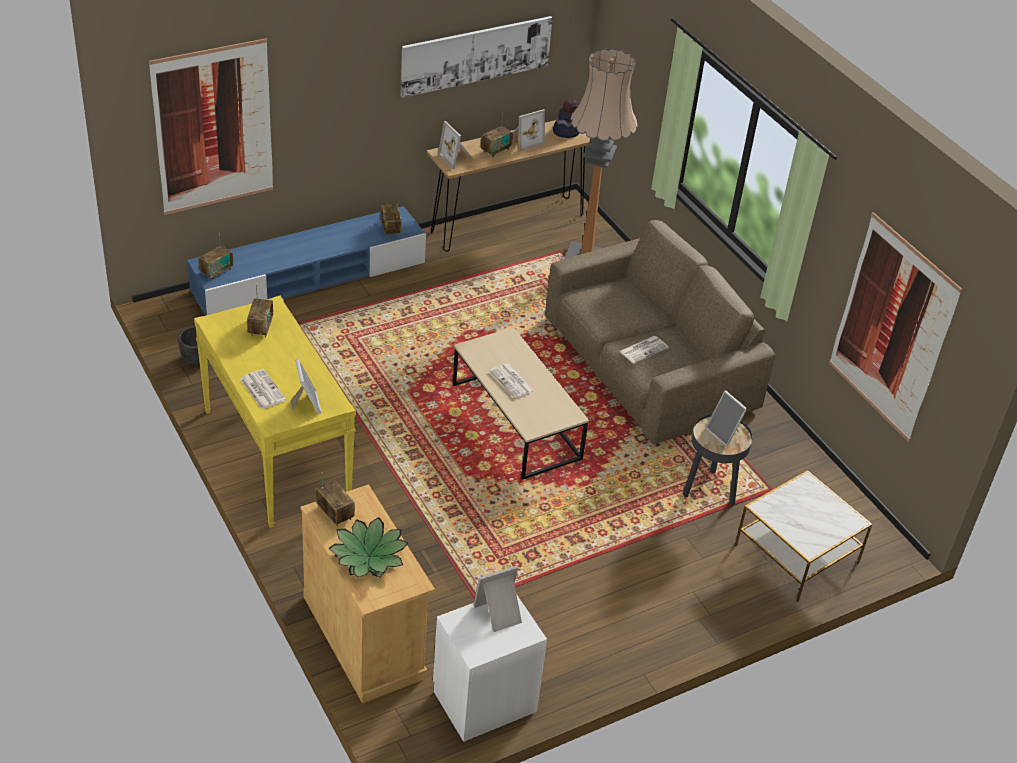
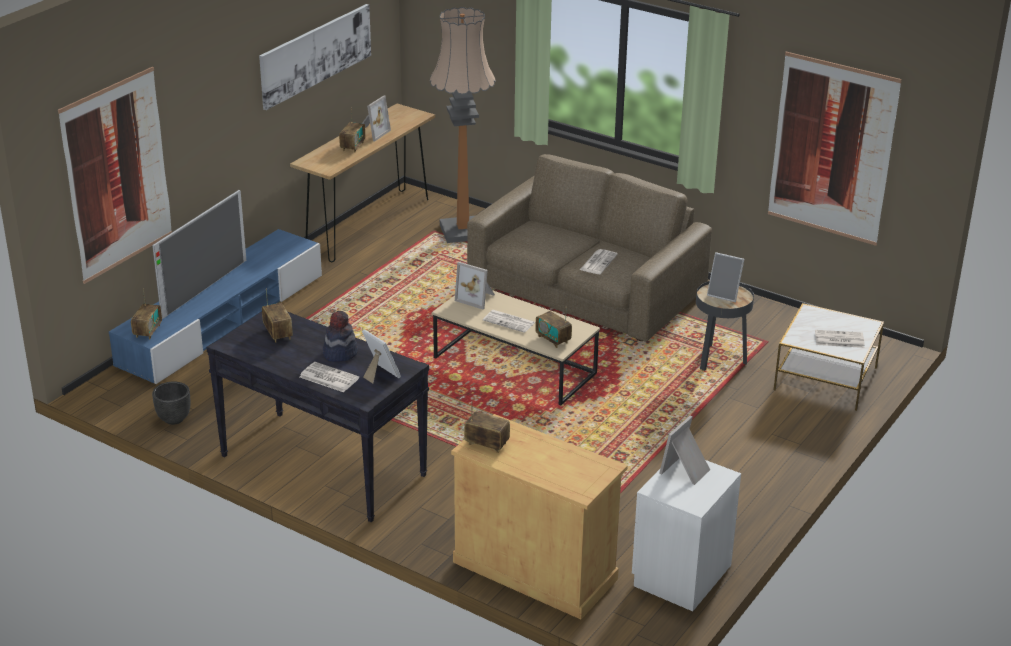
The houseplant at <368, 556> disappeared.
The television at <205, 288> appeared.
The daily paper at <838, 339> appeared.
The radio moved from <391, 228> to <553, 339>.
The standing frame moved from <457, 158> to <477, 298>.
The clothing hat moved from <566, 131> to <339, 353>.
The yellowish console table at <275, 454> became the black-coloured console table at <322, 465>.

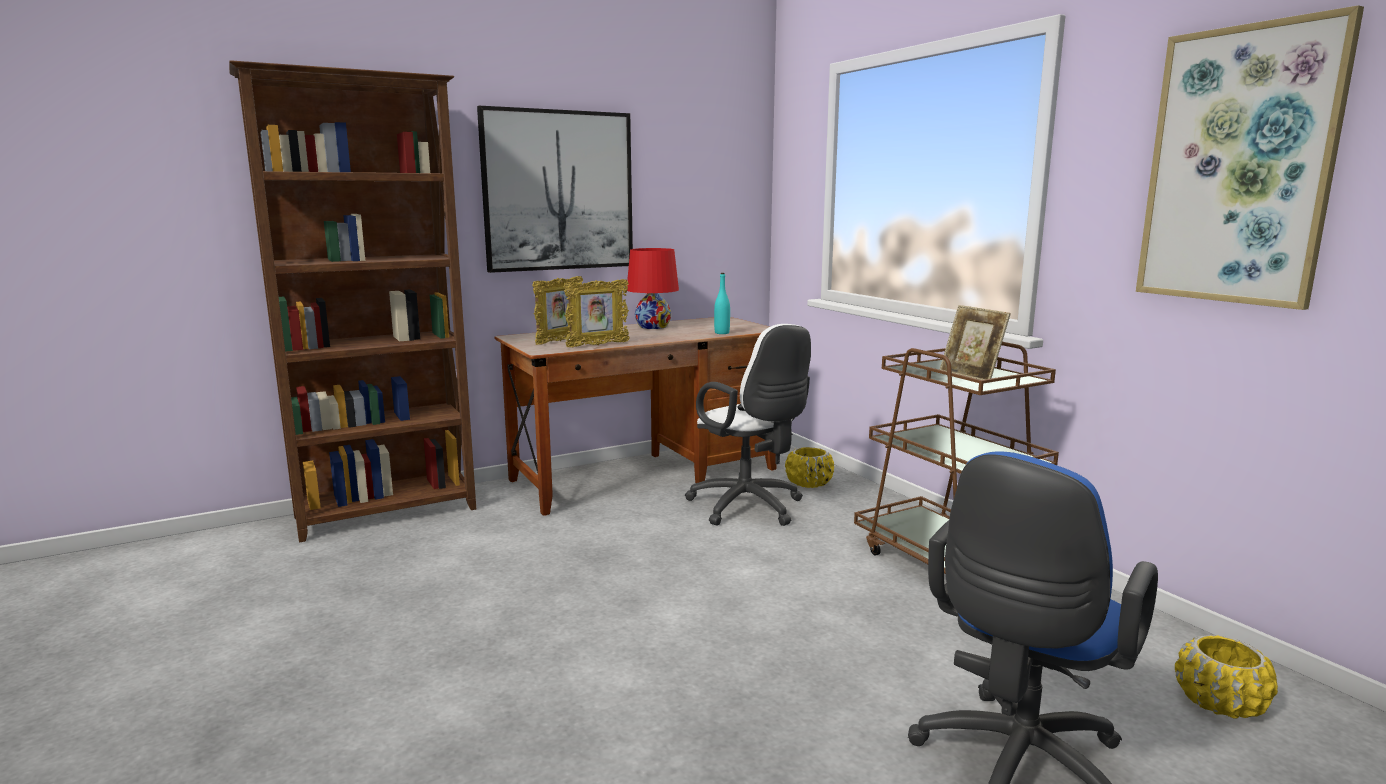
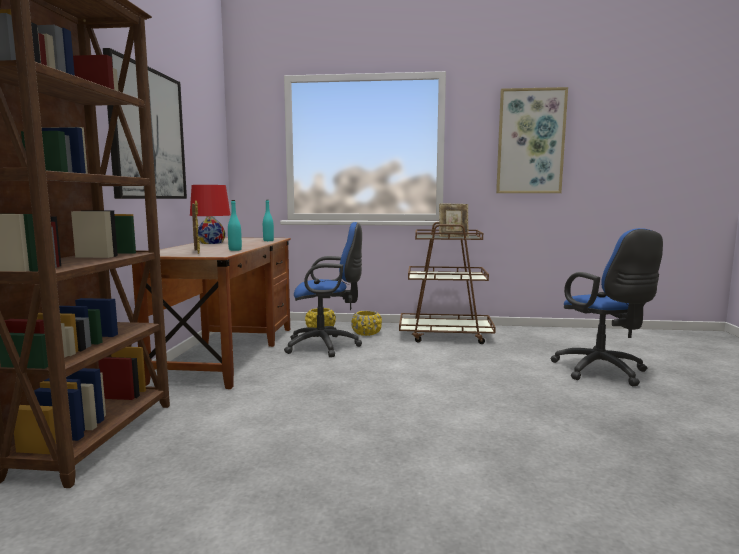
The yellowish flower pot moved from <1220, 703> to <366, 333>.
The standing frame at <597, 345> was replaced by the turquoise-coloured bottle at <235, 250>.
The whitish office chair at <750, 508> became the blue office chair at <326, 346>.

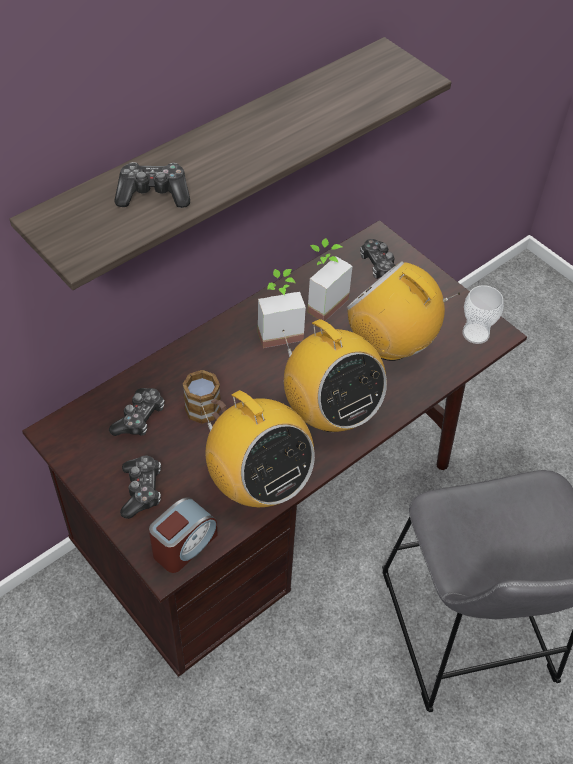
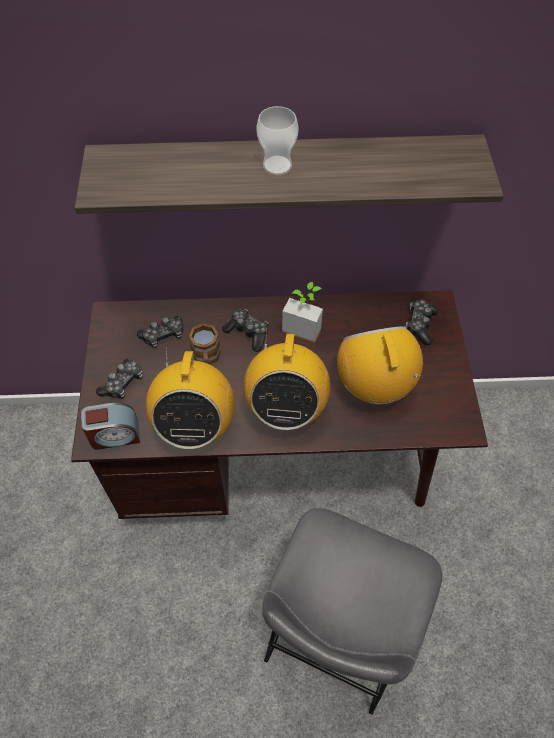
The houseplant at <321, 301> disappeared.
The game controller moved from <153, 194> to <248, 333>.
The cup moved from <475, 333> to <277, 165>.

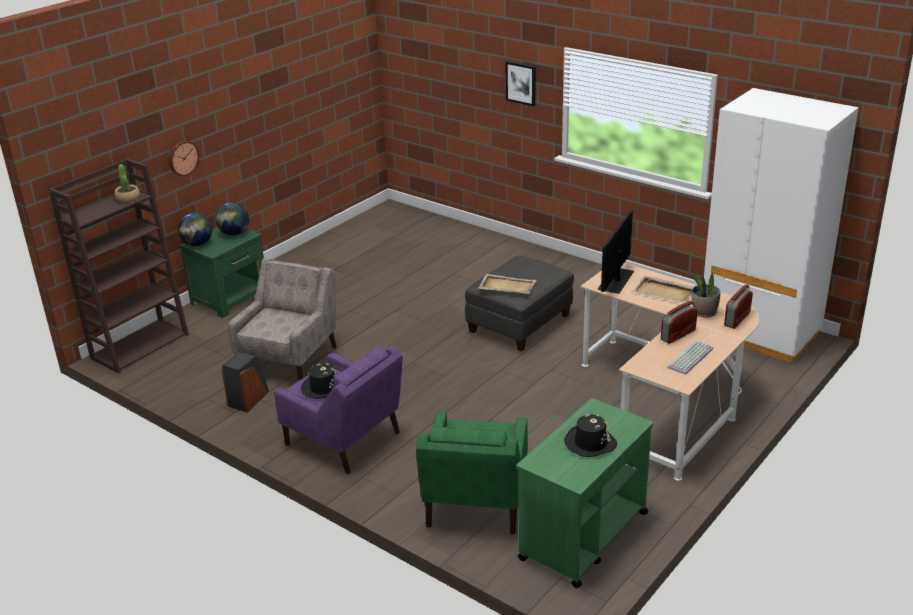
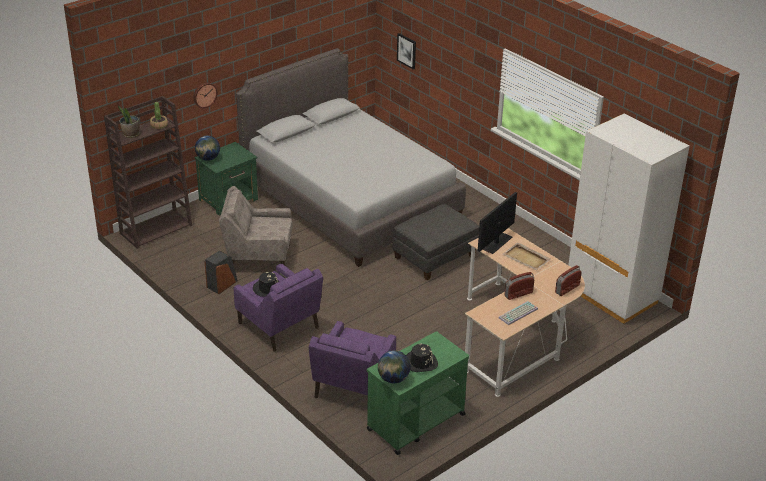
The beige tray at <506, 286> disappeared.
The grey sleeping bed at <350, 200> appeared.
The world globe moved from <234, 233> to <393, 379>.
The wall picture moved from <521, 83> to <407, 51>.
The houseplant moved from <704, 312> to <131, 134>.
The greenish armchair at <475, 501> became the purple-coloured armchair at <353, 386>.
The beige armchair at <289, 359> turned 120 degrees counterclockwise.

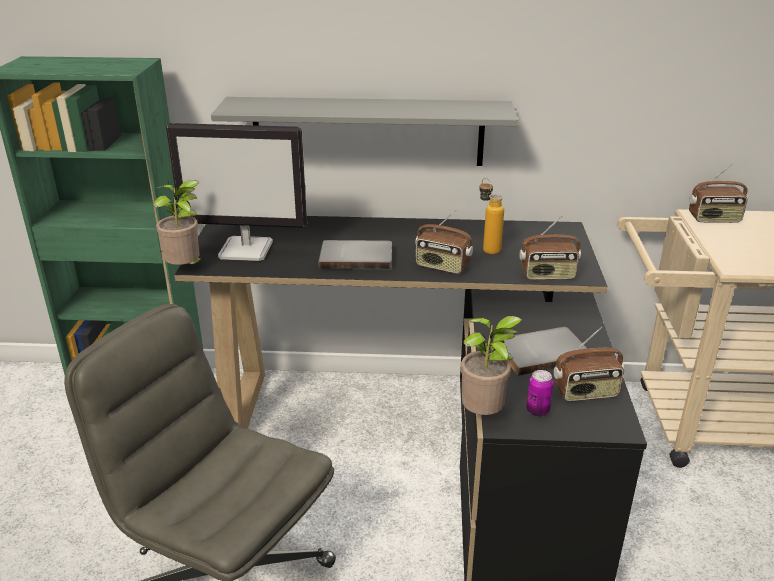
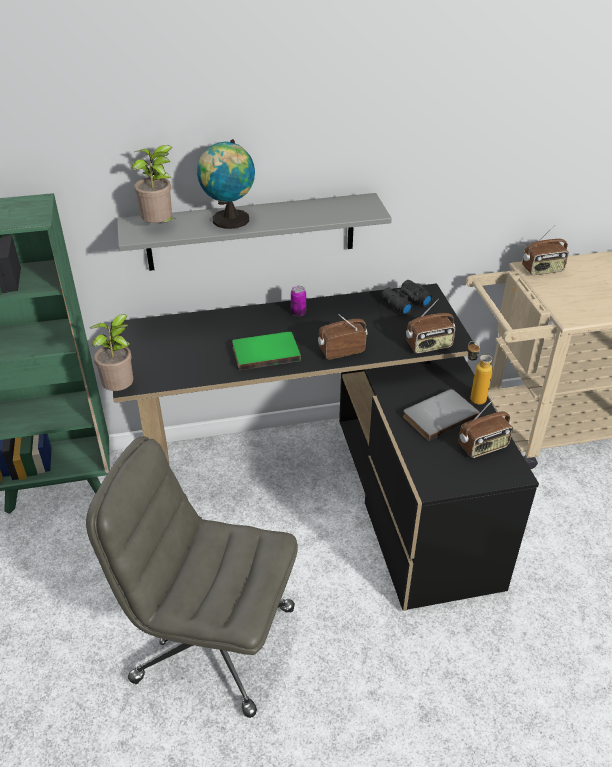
The computer display at <247, 250> disappeared.
The world globe at <229, 221> appeared.
The black-coloured pair of binoculars at <404, 303> appeared.
The houseplant moved from <485, 415> to <160, 227>.
The bottle moved from <487, 248> to <472, 397>.
The sealed can moved from <537, 411> to <298, 313>.
The grey book at <356, 257> became the greenish book at <265, 352>.
The radio at <442, 266> turned 150 degrees clockwise.

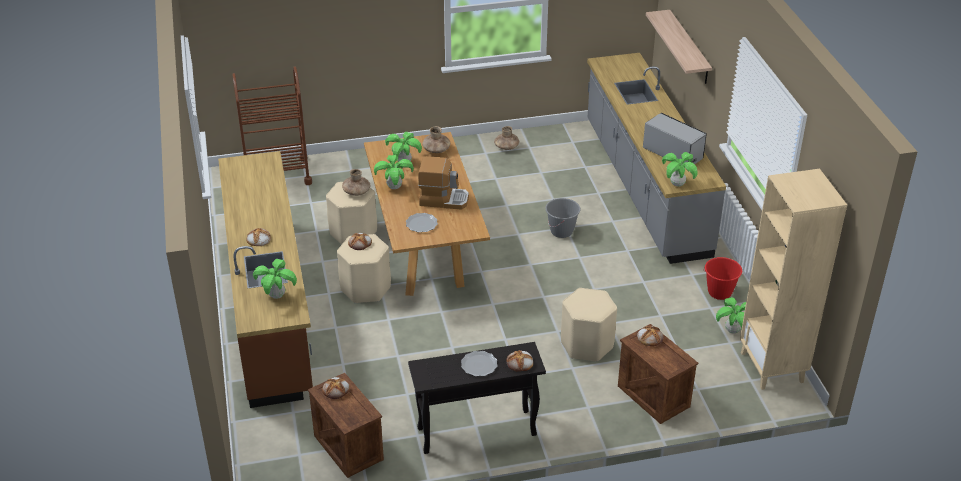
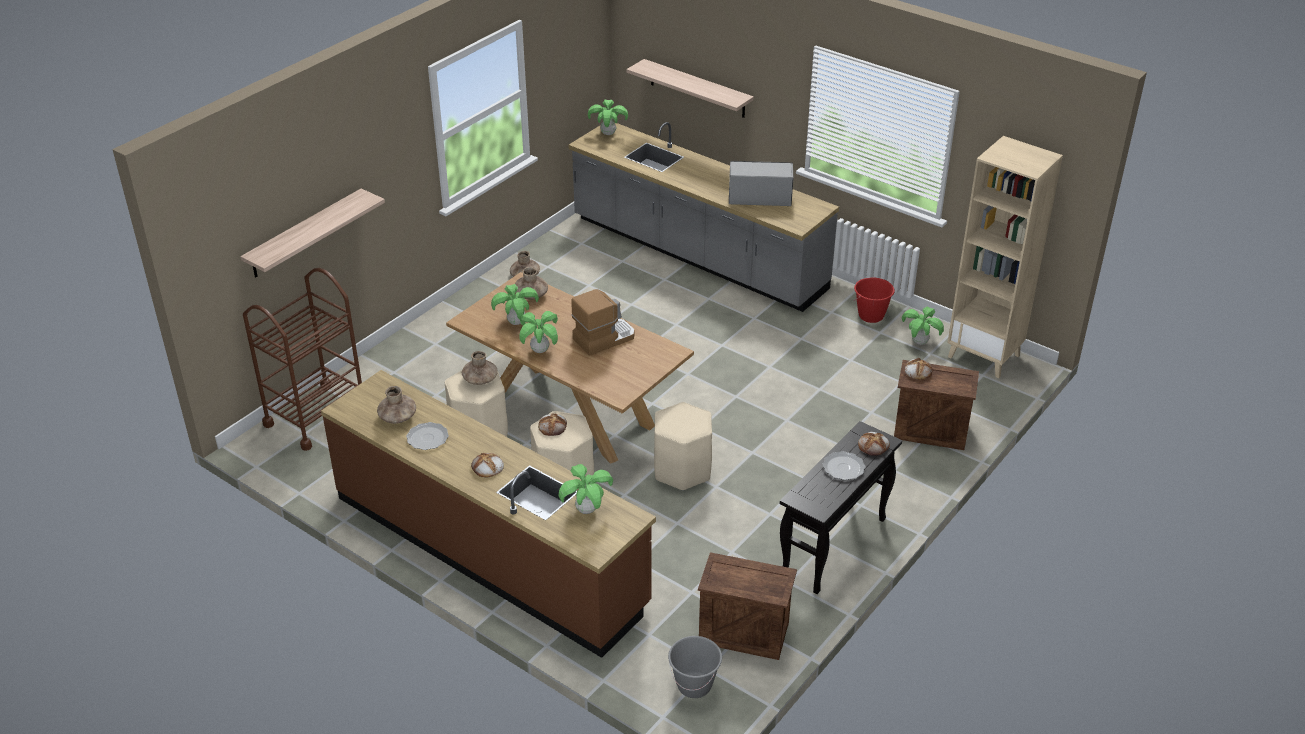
The bakery bread at <336, 389> disappeared.
The shelf at <305, 234> appeared.
The brown-coloured vase at <398, 417> appeared.
The dinner plate moved from <421, 224> to <427, 438>.
The grey water bucket moved from <561, 231> to <694, 685>.
The beige stool moved from <586, 345> to <682, 470>.
The houseplant moved from <677, 184> to <608, 134>.

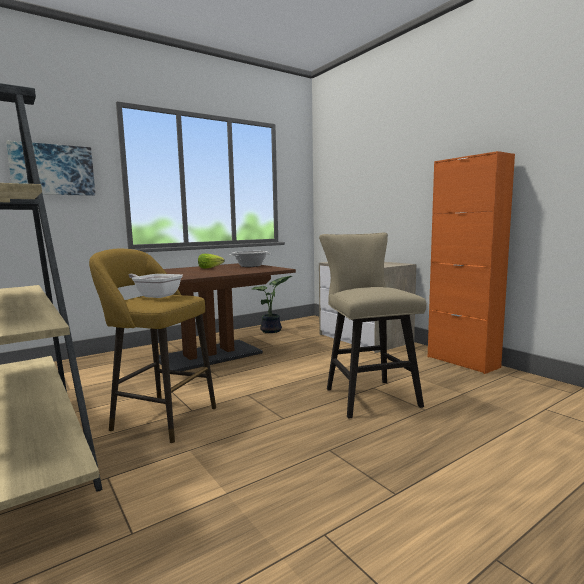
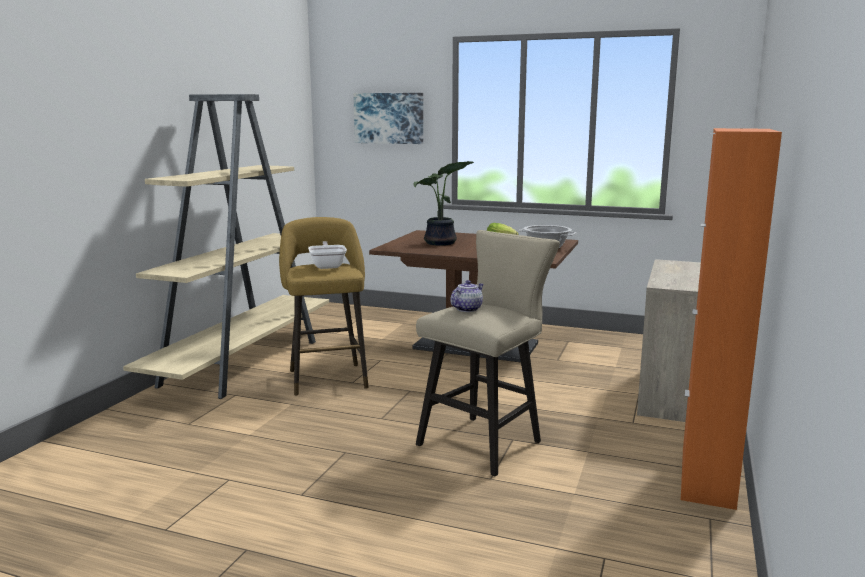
The teapot at <467, 309> appeared.
The houseplant moved from <272, 331> to <440, 243>.

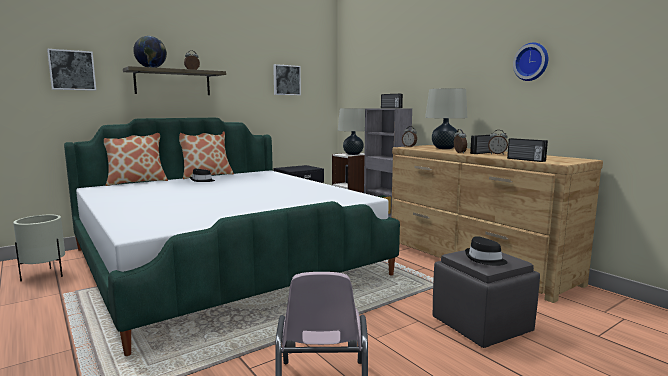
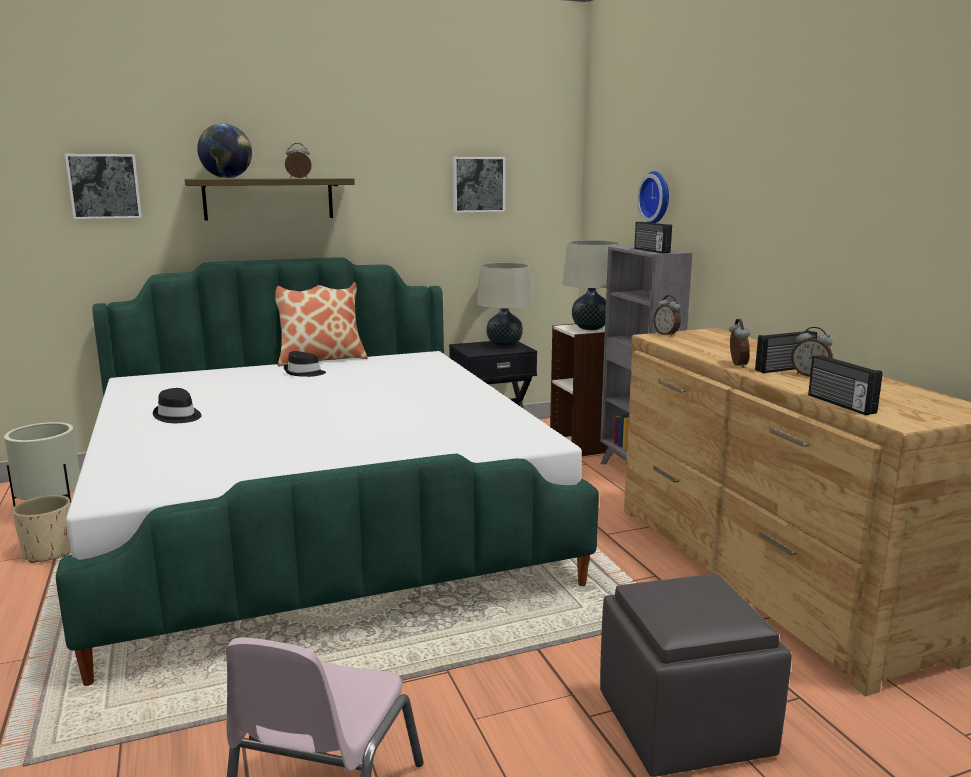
The throw pillow at <136, 182> disappeared.
The beige flower pot at <49, 553> appeared.
The beige lamp for a table moved from <444, 148> to <504, 345>.
The black-coloured clothing hat moved from <485, 259> to <178, 416>.
The clock on the wall moved from <532, 62> to <657, 197>.

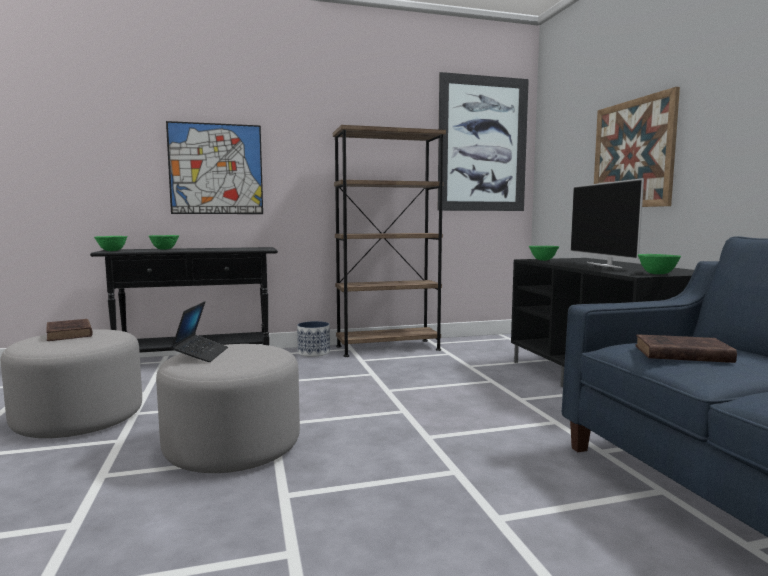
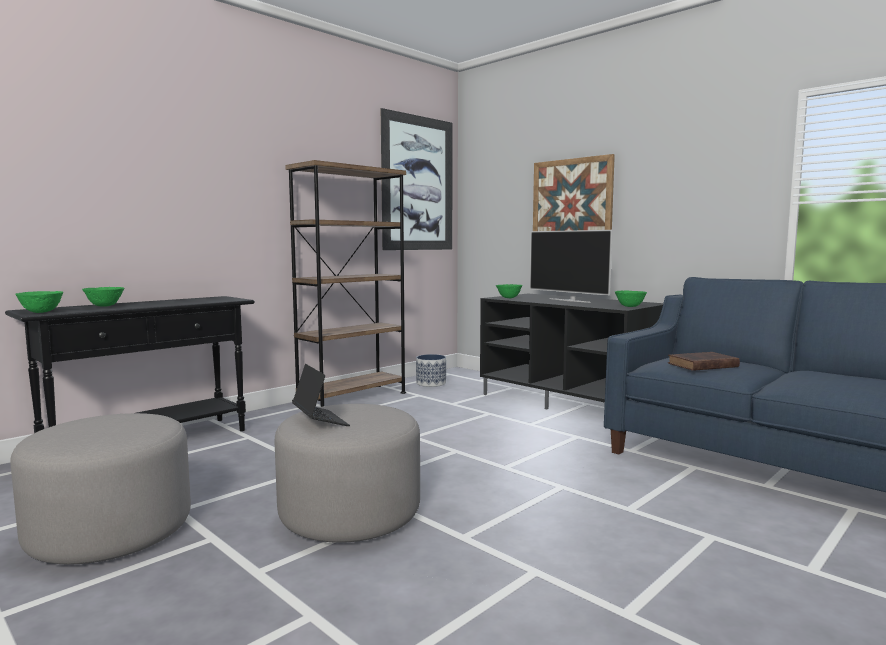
The brown-coloured book at <69, 334> disappeared.
The wall picture at <216, 169> disappeared.
The flower pot moved from <314, 352> to <431, 383>.

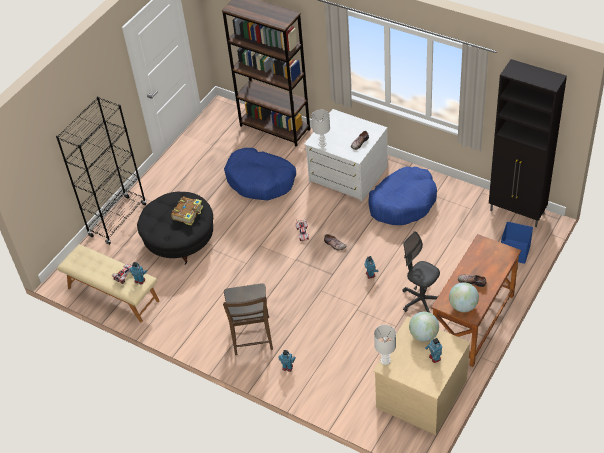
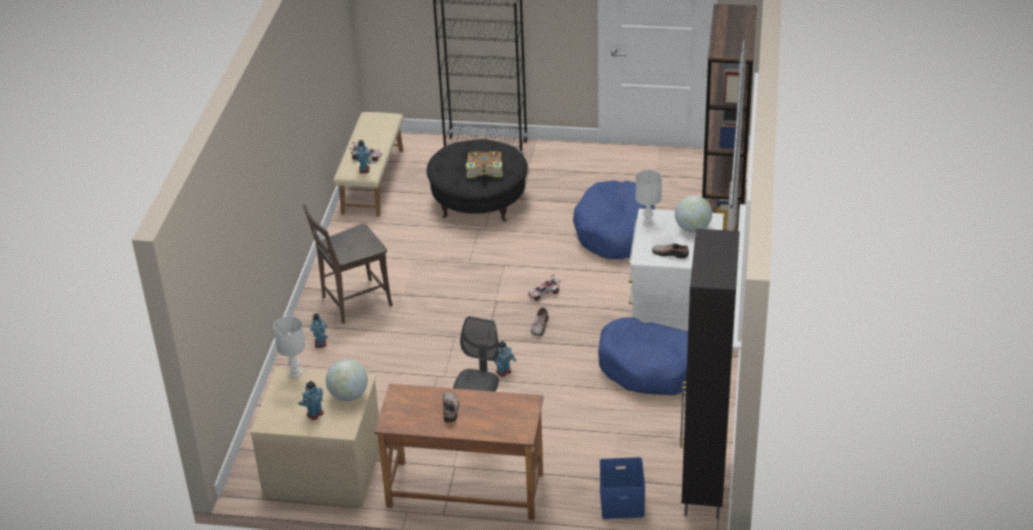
The world globe moved from <463, 306> to <692, 228>.

